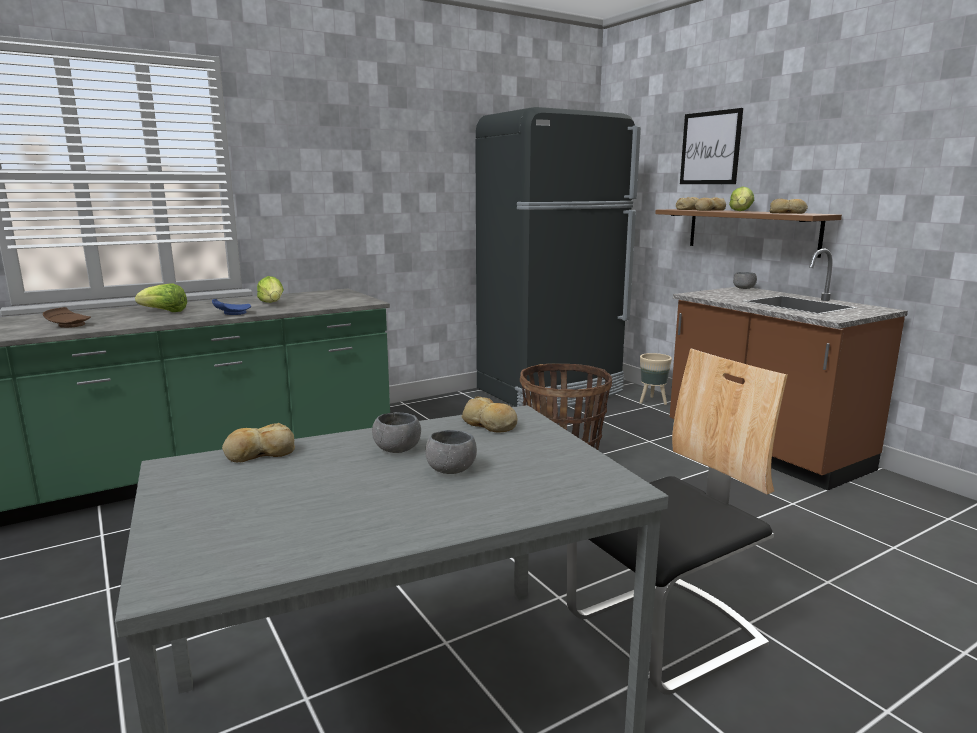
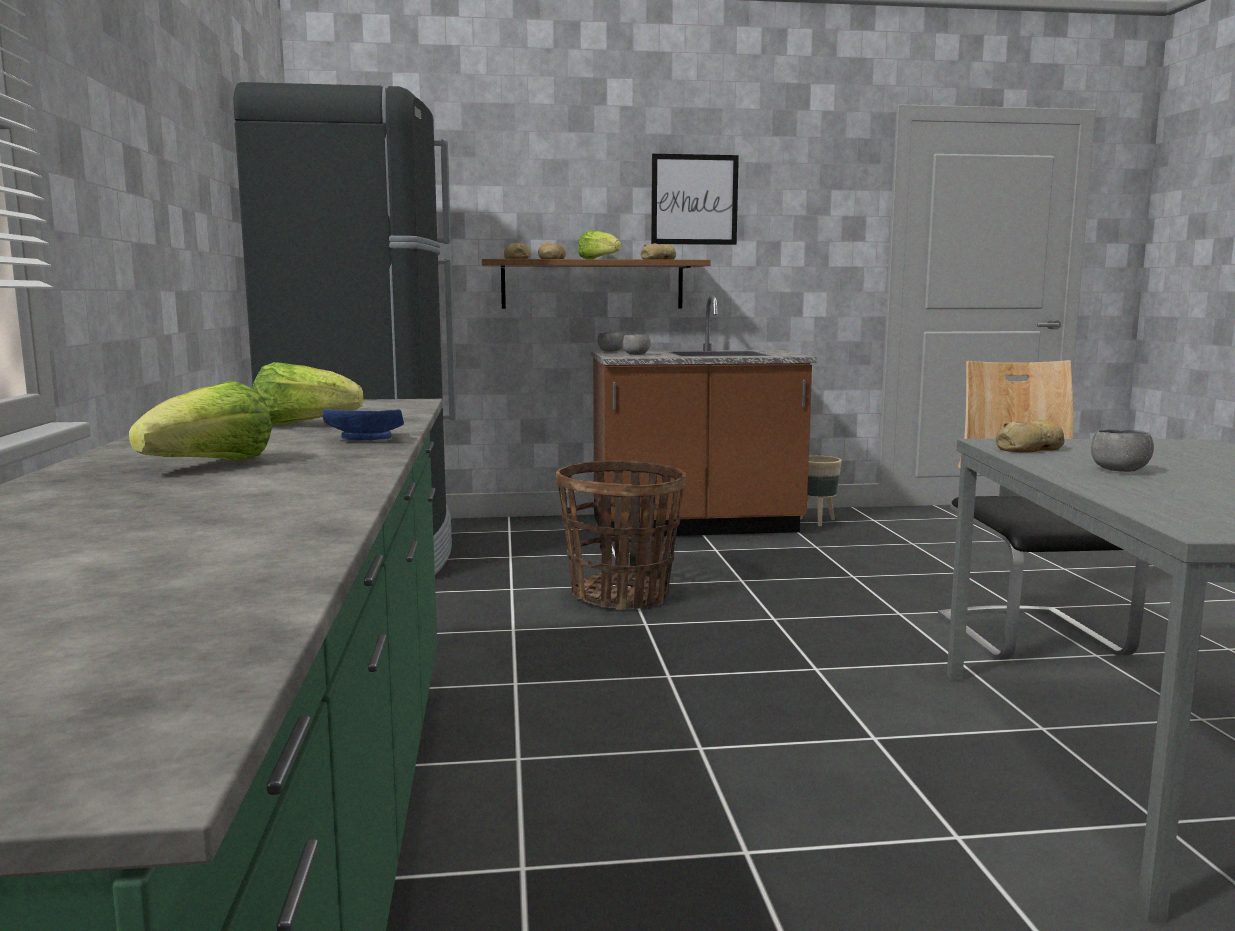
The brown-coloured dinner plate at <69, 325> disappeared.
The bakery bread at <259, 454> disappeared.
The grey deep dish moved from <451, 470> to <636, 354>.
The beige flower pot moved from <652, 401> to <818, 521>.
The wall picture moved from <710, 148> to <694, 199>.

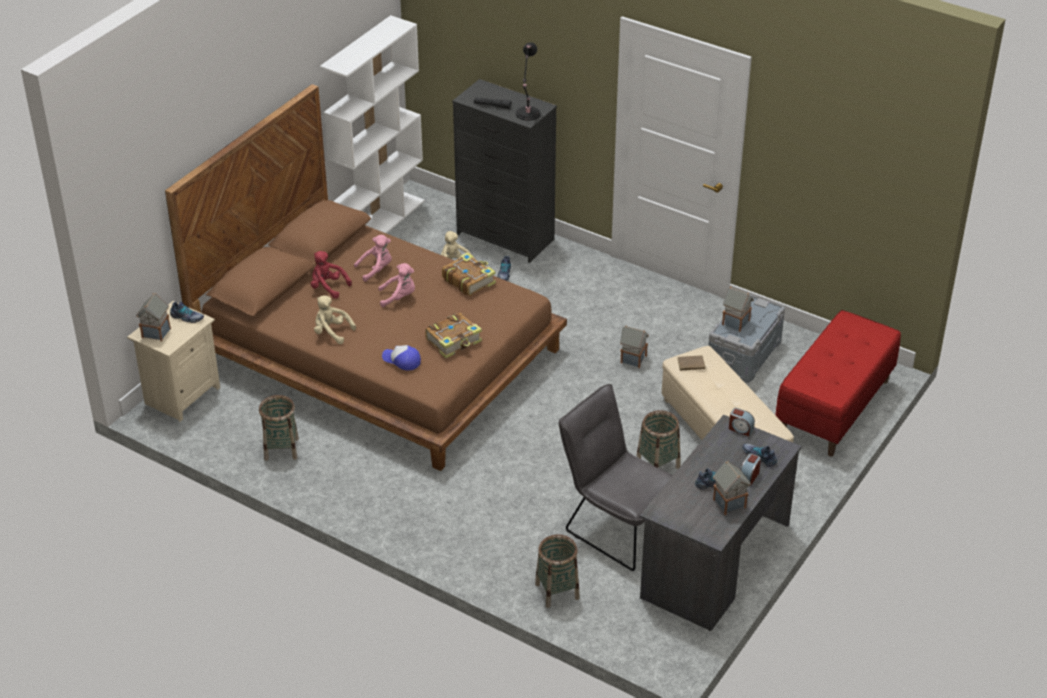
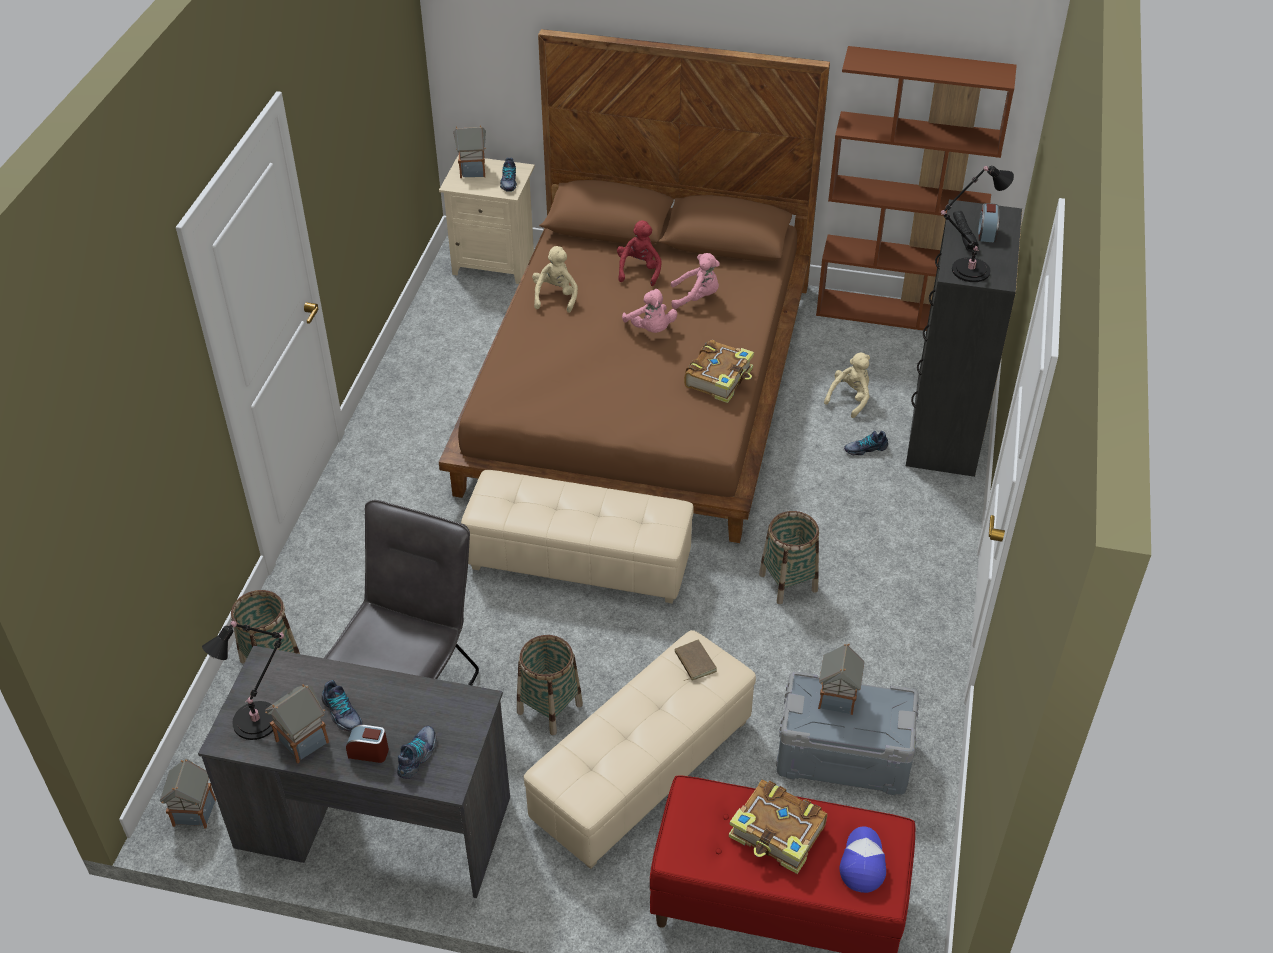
The black-coloured lamp for a table at <259, 718> appeared.
The beige pouffe at <580, 560> appeared.
The basket moved from <281, 449> to <788, 582>.
The baseball cap moved from <401, 360> to <862, 862>.
The book moved from <454, 341> to <778, 834>.
The miniature house moved from <632, 359> to <194, 811>.
The bedside clock moved from <740, 429> to <986, 233>.
The whitish bookshelf at <380, 222> became the brown-coloured bookshelf at <893, 312>.
The pink plush toy at <376, 269> turned 45 degrees counterclockwise.

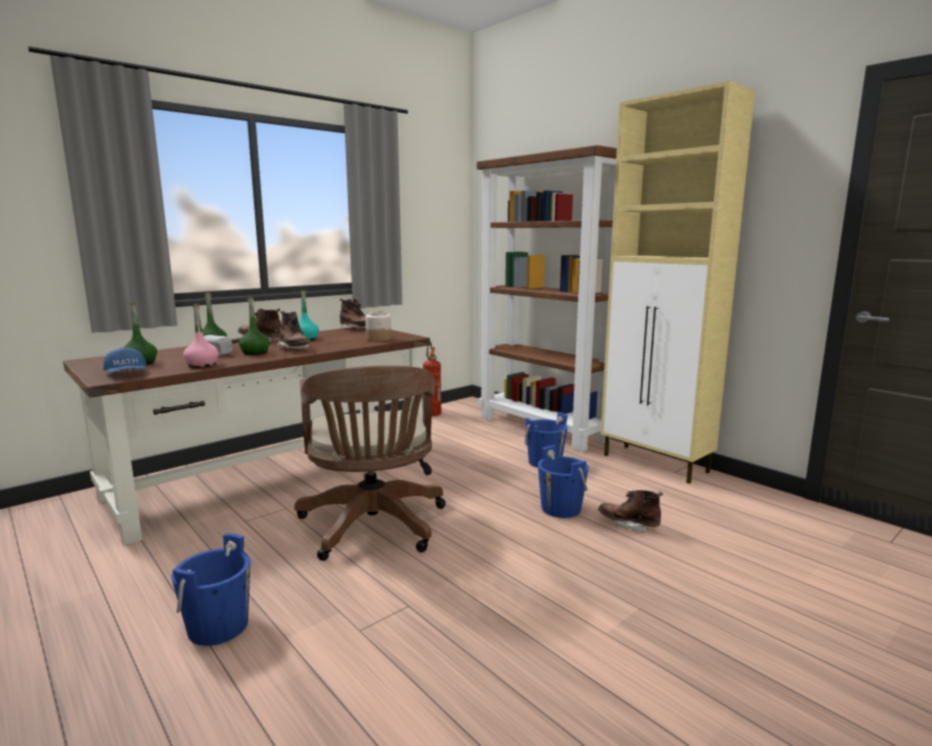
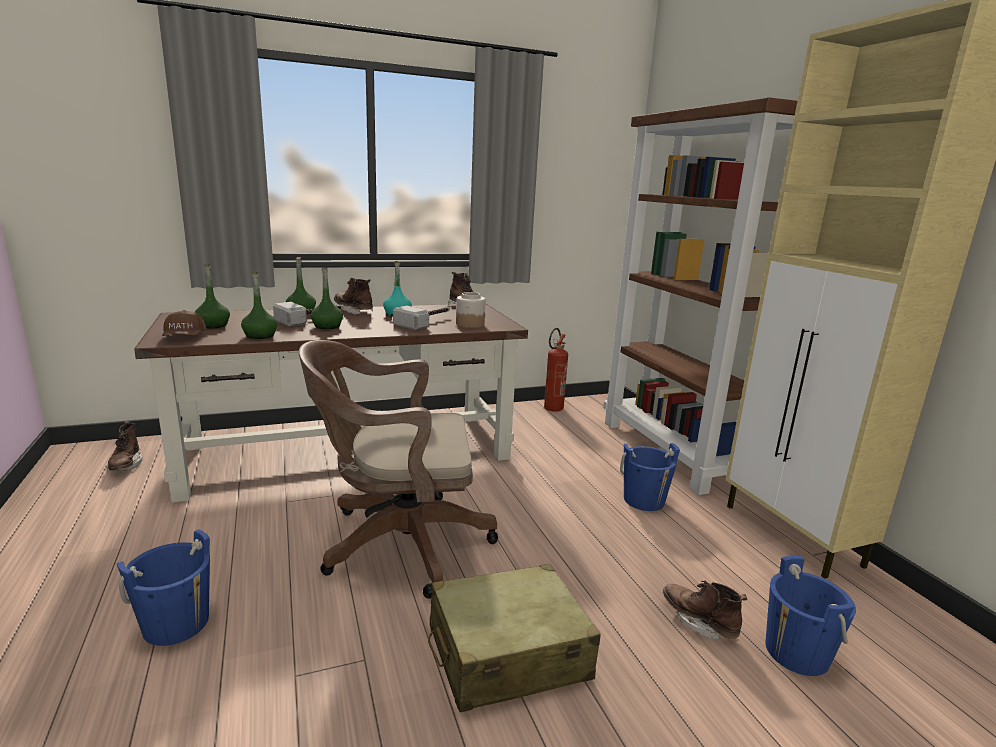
The hammer at <426, 322> appeared.
The beige travel case at <507, 653> appeared.
The brown-coloured tall boot moved from <294, 348> to <126, 465>.
The blue water bucket moved from <561, 508> to <796, 653>.
The blue baseball cap at <127, 374> became the brown-coloured baseball cap at <184, 337>.
The pink bottle at <202, 365> became the greenish bottle at <260, 336>.
The brown-coloured office chair at <373, 528> turned 75 degrees clockwise.

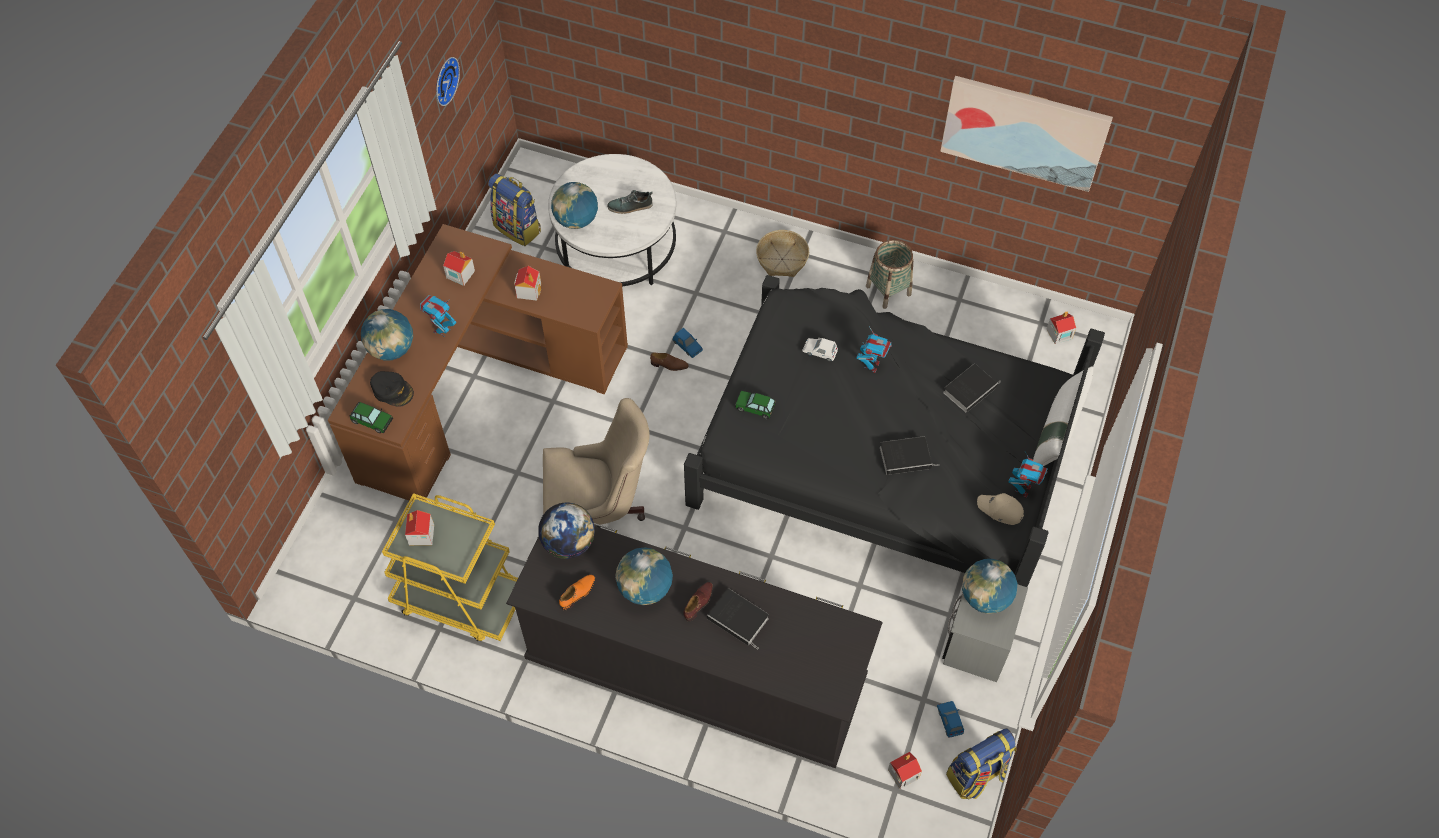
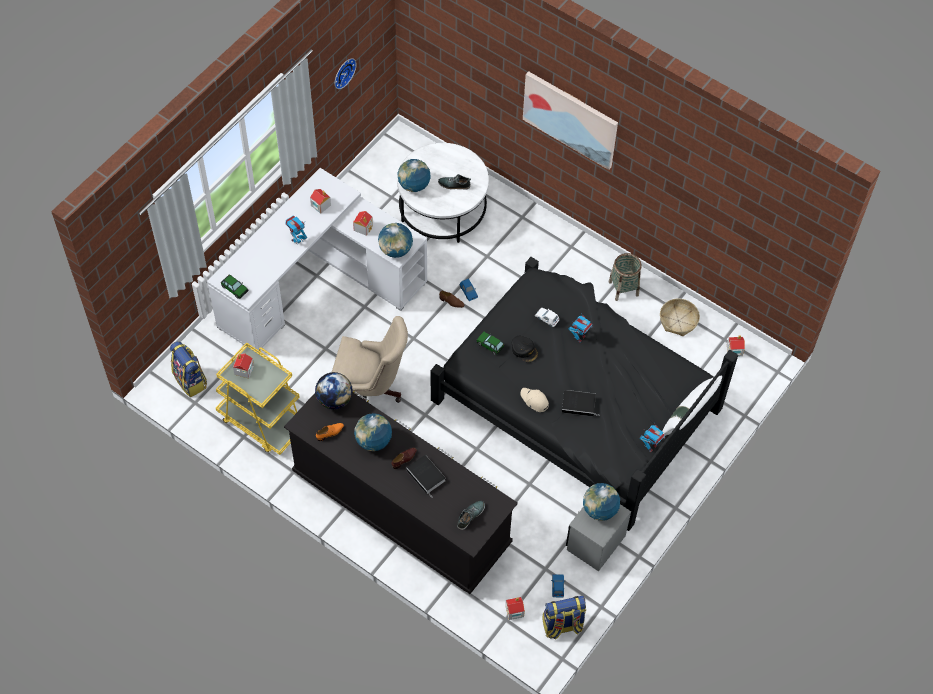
The book at <970, 389> disappeared.
The shoe at <470, 515> appeared.
The world globe moved from <392, 349> to <395, 250>.
The black-coloured baseball cap moved from <392, 390> to <524, 350>.
The rucksack moved from <518, 228> to <190, 380>.
The basket moved from <782, 259> to <678, 321>.
The wall picture moved from <1024, 131> to <570, 119>.
The beige baseball cap moved from <1000, 510> to <534, 401>.
The brown-coloured desk unit at <479, 383> became the whitish desk unit at <319, 281>.

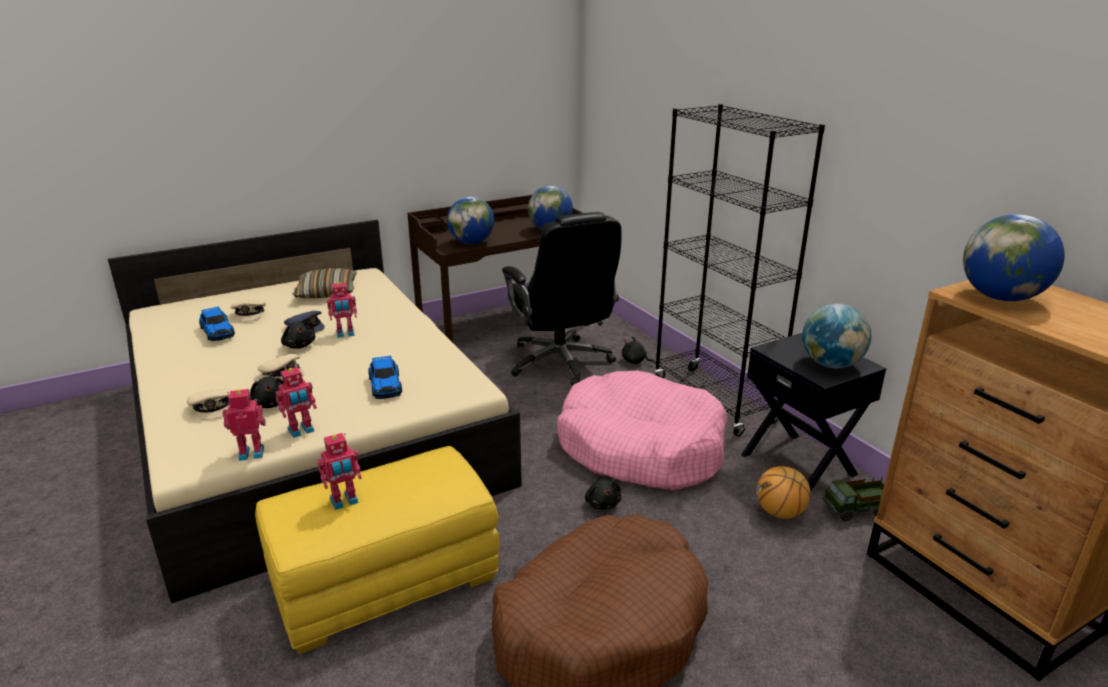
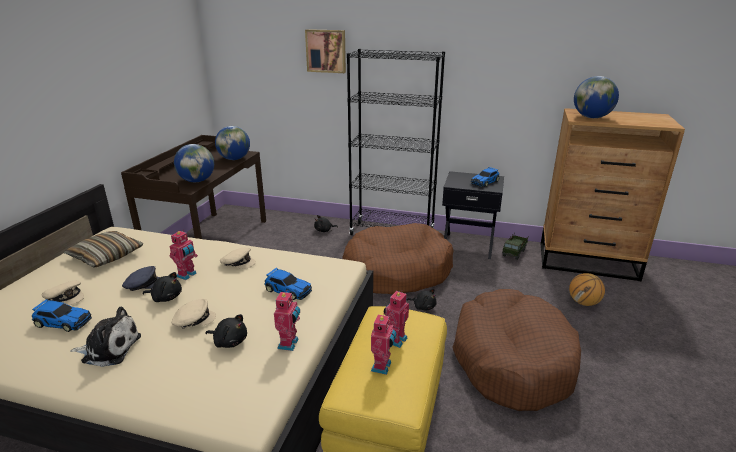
The black-coloured office chair at <561, 363> disappeared.
The plush toy at <109, 349> appeared.
The wall picture at <326, 51> appeared.
The beige baseball cap moved from <212, 407> to <238, 262>.
The toy robot moved from <251, 452> to <395, 340>.
The ball for basketball moved from <780, 513> to <584, 303>.
The world globe at <831, 364> was replaced by the toy car at <485, 182>.
The pink pet bed at <640, 447> became the brown-coloured pet bed at <396, 271>.

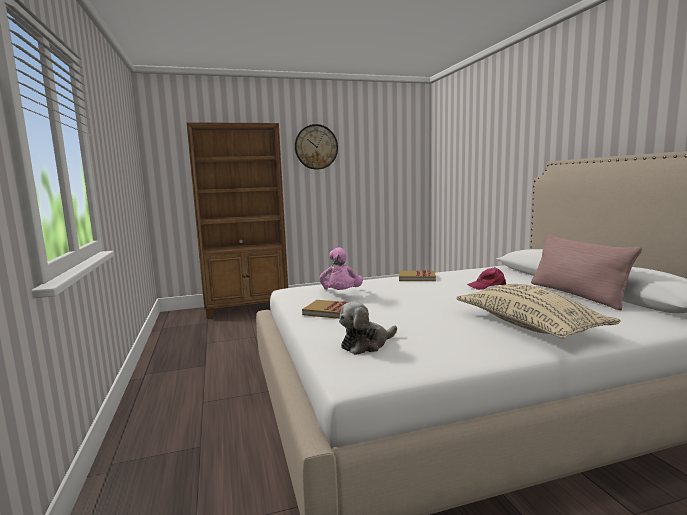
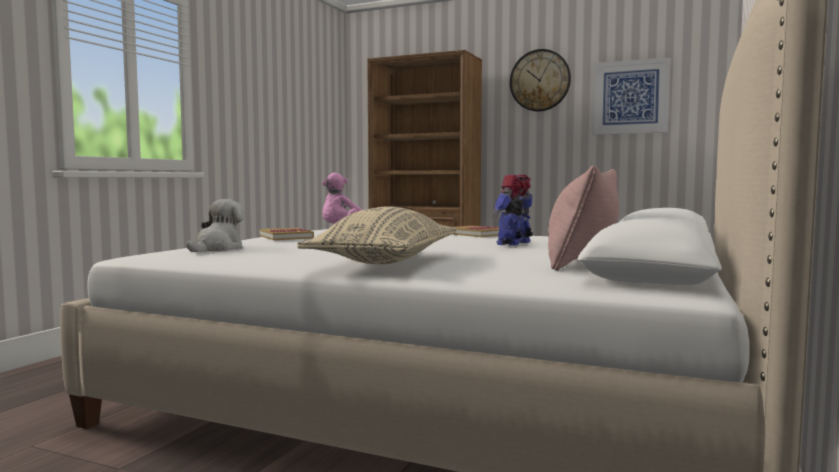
The wall picture at <630, 97> appeared.
The pink baseball cap at <487, 285> was replaced by the toy robot at <515, 244>.
The plush toy at <366, 344> turned 105 degrees clockwise.

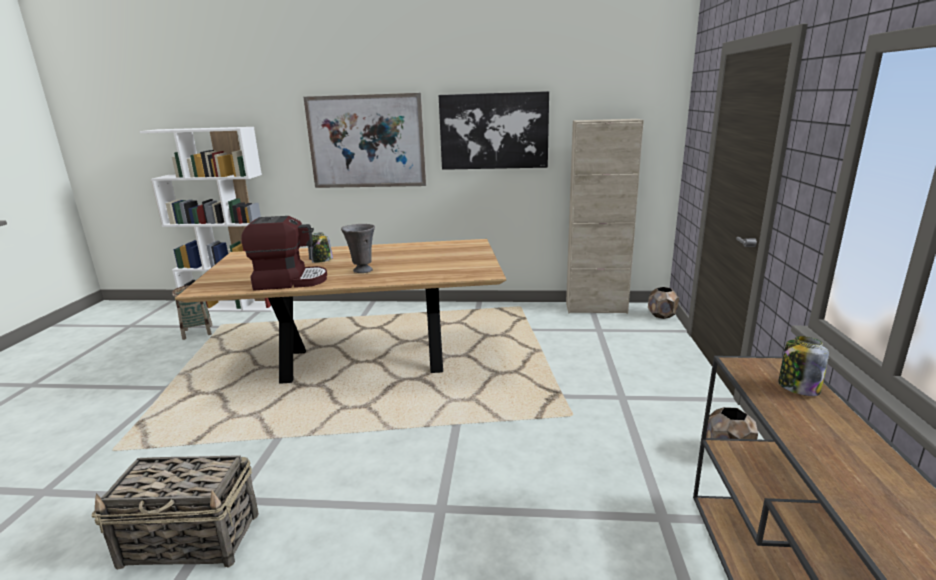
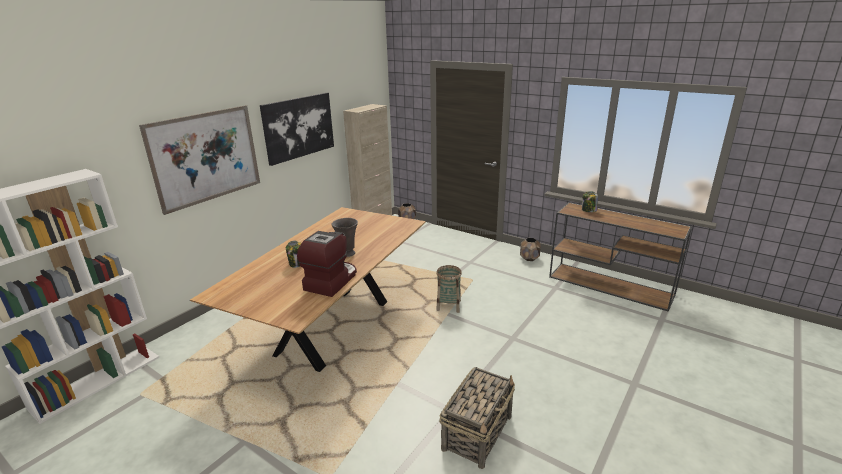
The basket moved from <197, 332> to <448, 305>.

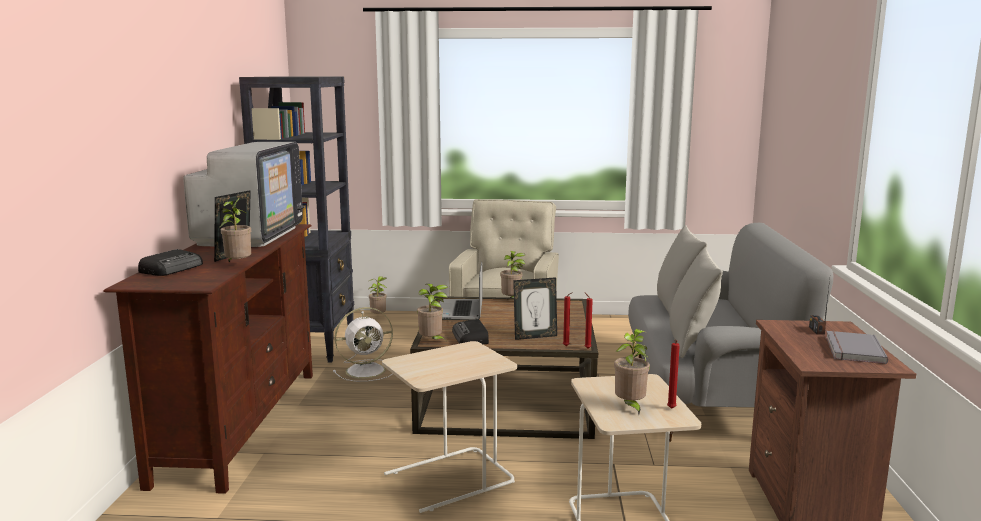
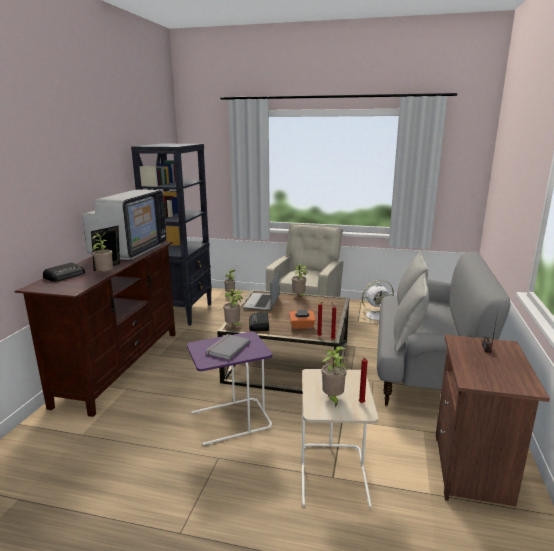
The whitish electric fan moved from <367, 370> to <377, 315>.
The grey book moved from <852, 350> to <227, 348>.
The standing frame at <535, 336> was replaced by the orange-coloured tissue holder at <302, 326>.
The beige side table at <449, 480> became the purple-coloured side table at <230, 421>.

